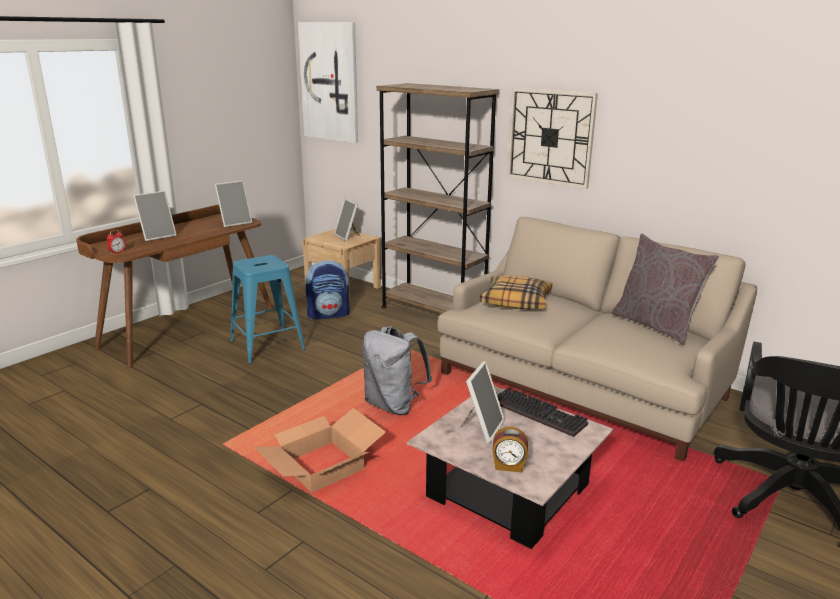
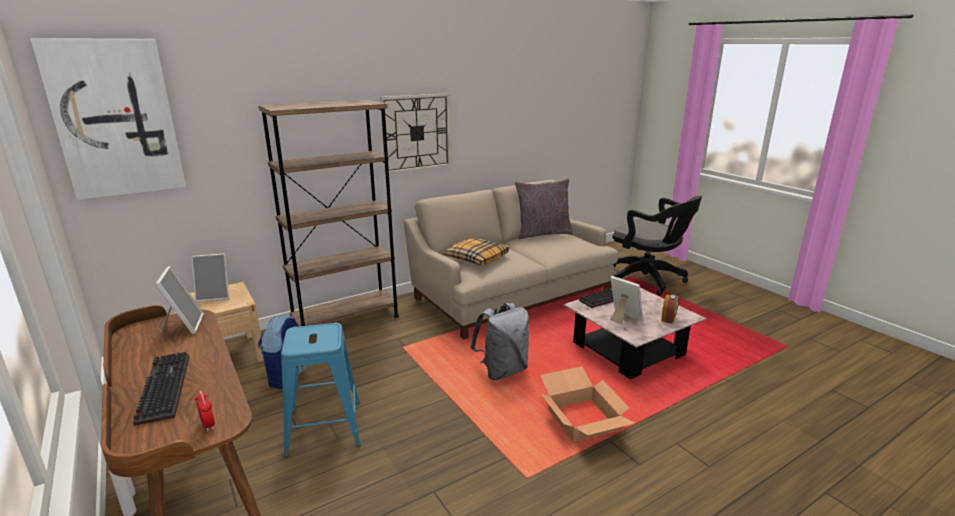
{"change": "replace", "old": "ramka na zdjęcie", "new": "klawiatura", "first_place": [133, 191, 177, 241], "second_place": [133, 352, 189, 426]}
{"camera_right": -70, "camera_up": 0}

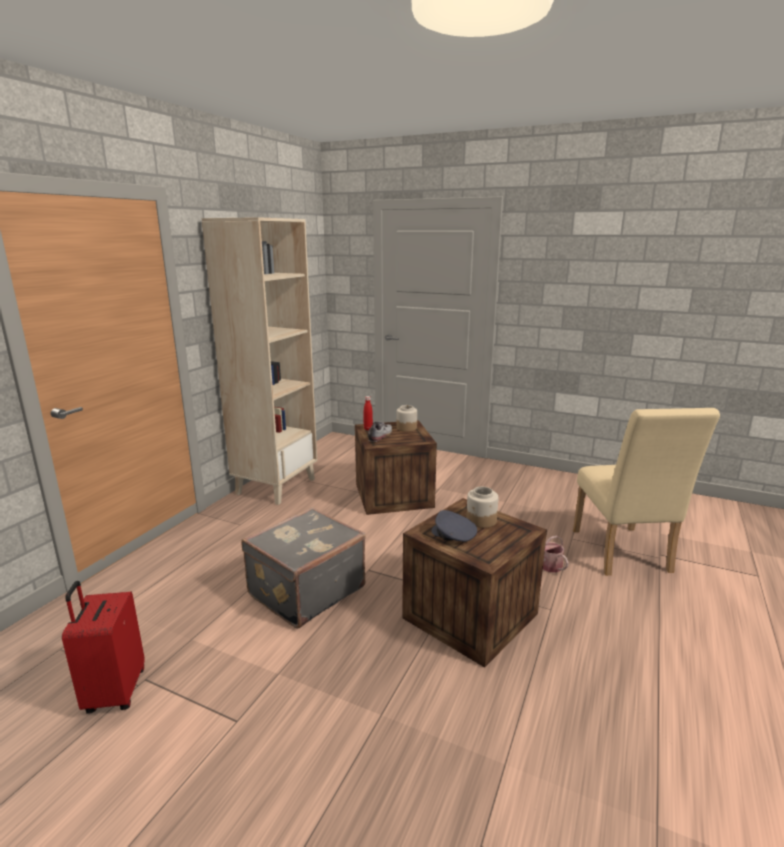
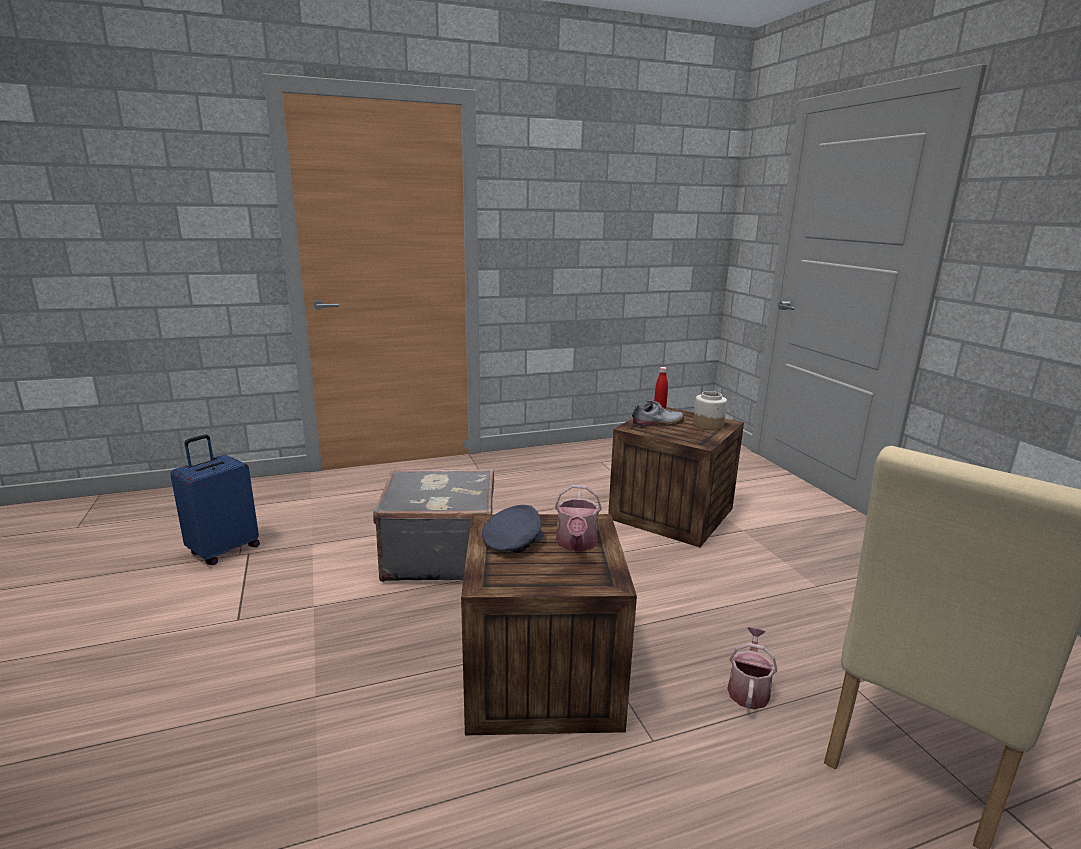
{"change": "recolor", "old": "walizka [czerwony]", "new": "walizka [niebieski]", "first_place": [62, 581, 145, 714], "second_place": [170, 435, 260, 565]}
{"change": "rotate", "old": "czapka z daszkiem [szary]", "first_place": [431, 510, 477, 542], "second_place": [482, 505, 544, 553], "degrees": 45}
{"change": "replace", "old": "słoik", "new": "konewka", "first_place": [466, 487, 498, 528], "second_place": [555, 485, 602, 552]}
{"change": "delete", "old": "regał [beżowy]", "first_place": [202, 217, 317, 505]}
{"camera_right": 45, "camera_up": 0}

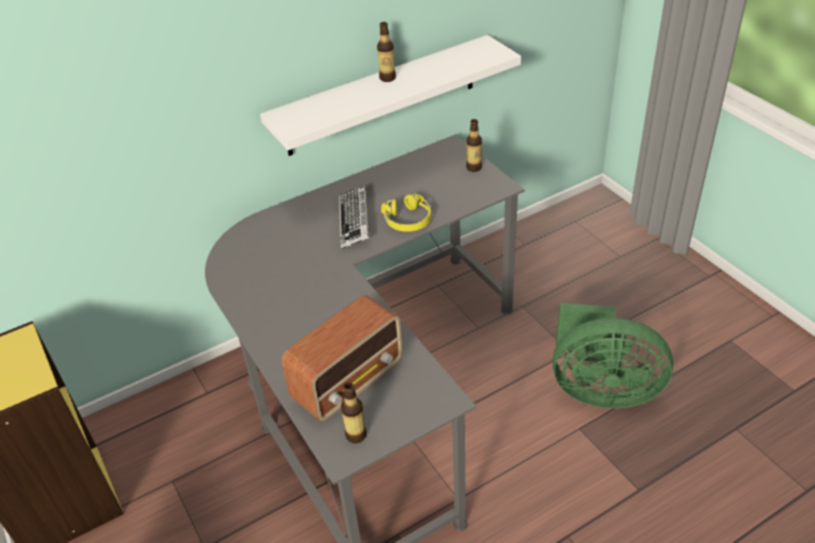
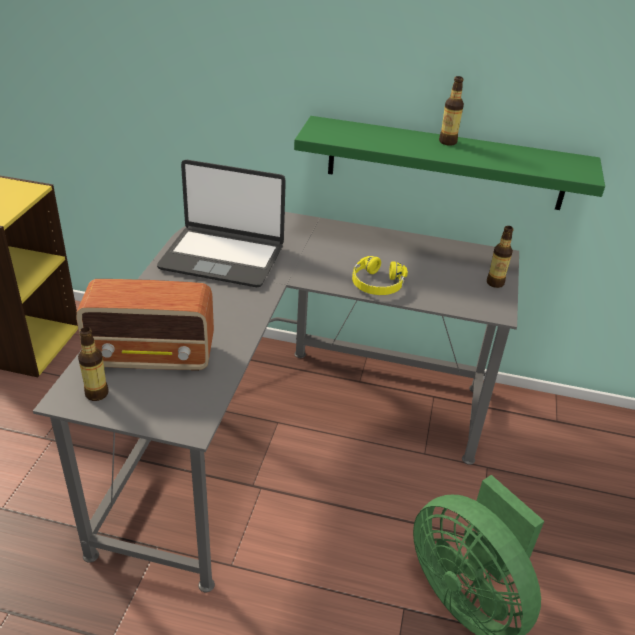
{"change": "insert", "new": "laptop", "second_place": [157, 160, 286, 287]}
{"change": "recolor", "old": "półka [biały]", "new": "półka [zielony]", "first_place": [260, 35, 521, 156], "second_place": [294, 116, 605, 210]}
{"change": "delete", "old": "klawiatura", "first_place": [339, 185, 370, 249]}
{"camera_right": 40, "camera_up": -5}

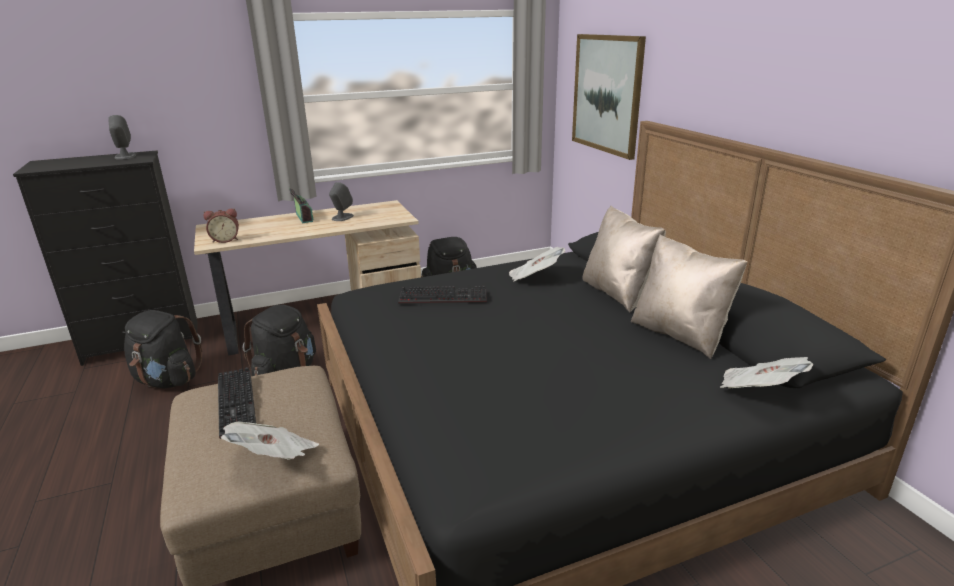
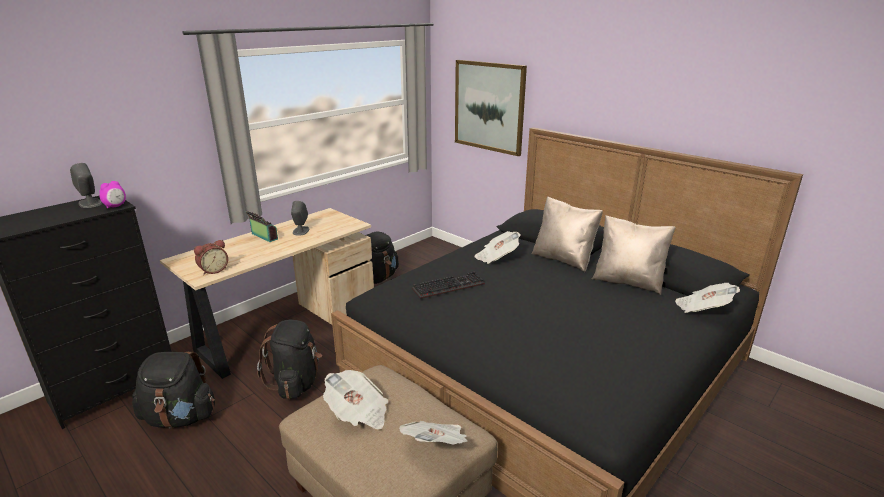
{"change": "insert", "new": "budzik", "second_place": [99, 181, 126, 209]}
{"change": "replace", "old": "klawiatura", "new": "gazeta", "first_place": [218, 367, 256, 439], "second_place": [323, 370, 388, 429]}
{"camera_right": -25, "camera_up": 0}

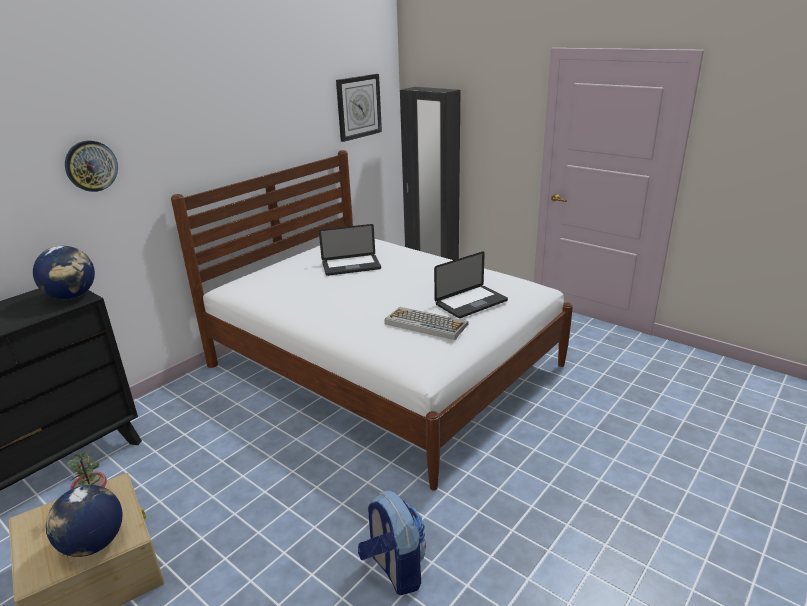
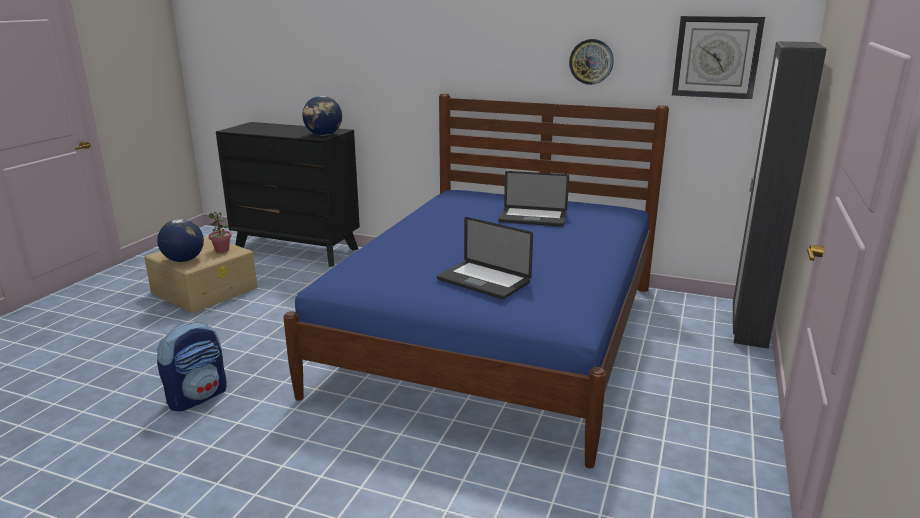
{"change": "recolor", "old": "łóżko [biały]", "new": "łóżko [niebieski]", "first_place": [171, 150, 573, 491], "second_place": [283, 93, 669, 469]}
{"change": "rotate", "old": "laptop", "first_place": [319, 224, 381, 276], "second_place": [498, 171, 569, 226], "degrees": -45}
{"change": "move", "old": "zegar ścienny", "first_place": [65, 140, 118, 192], "second_place": [569, 39, 614, 85]}
{"change": "delete", "old": "klawiatura", "first_place": [385, 307, 469, 340]}
{"camera_right": 70, "camera_up": -5}

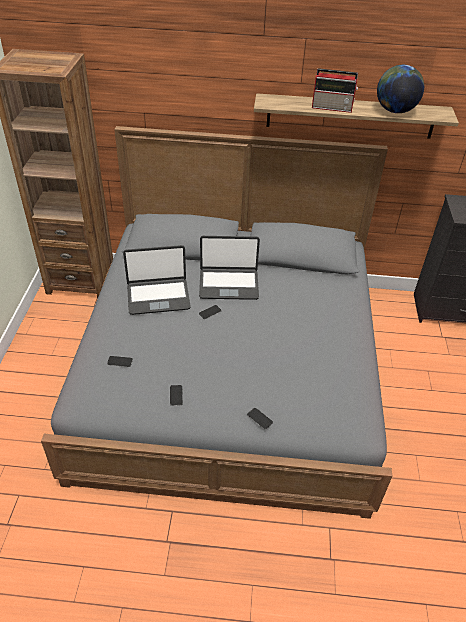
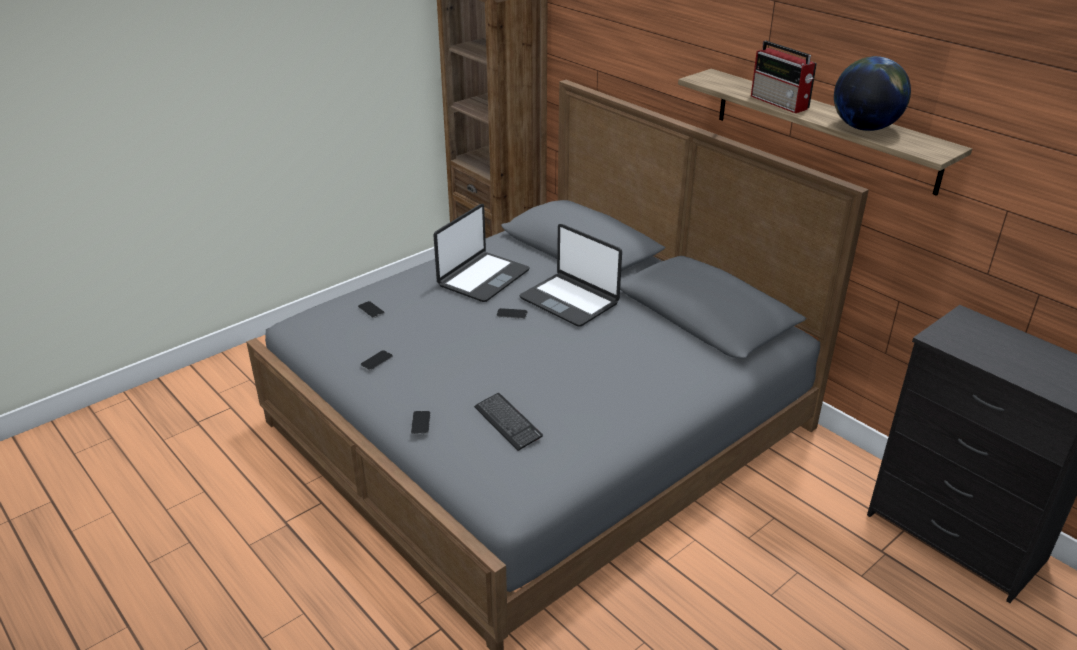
{"change": "rotate", "old": "laptop", "first_place": [123, 245, 191, 315], "second_place": [433, 204, 530, 302], "degrees": -90}
{"change": "insert", "new": "klawiatura", "second_place": [474, 393, 543, 451]}
{"camera_right": 45, "camera_up": -10}

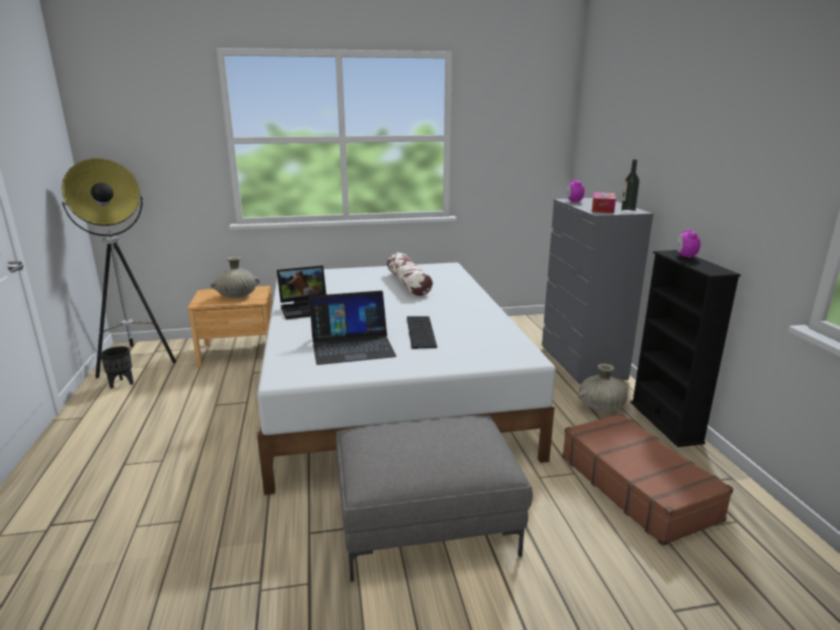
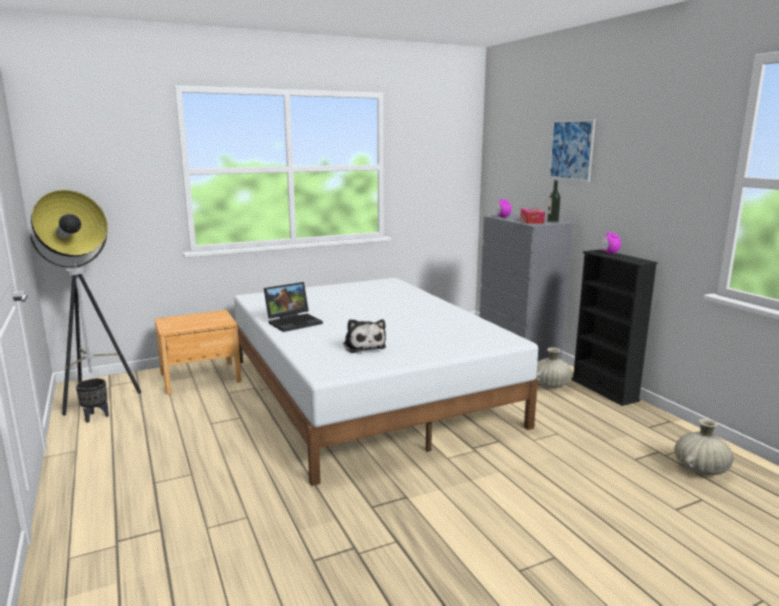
{"change": "replace", "old": "laptop", "new": "pluszak", "first_place": [309, 291, 396, 365], "second_place": [343, 319, 386, 353]}
{"change": "insert", "new": "obraz", "second_place": [548, 119, 595, 182]}
{"change": "move", "old": "wazon [beżowy]", "first_place": [211, 257, 260, 298], "second_place": [674, 419, 733, 475]}
{"change": "delete", "old": "pufa [szary]", "first_place": [336, 415, 533, 582]}
{"change": "delete", "old": "poduszka", "first_place": [387, 253, 433, 296]}
{"change": "delete", "old": "klawiatura", "first_place": [407, 316, 437, 349]}
{"change": "delete", "old": "walizka [brązowy]", "first_place": [562, 413, 734, 546]}
{"camera_right": -15, "camera_up": -5}

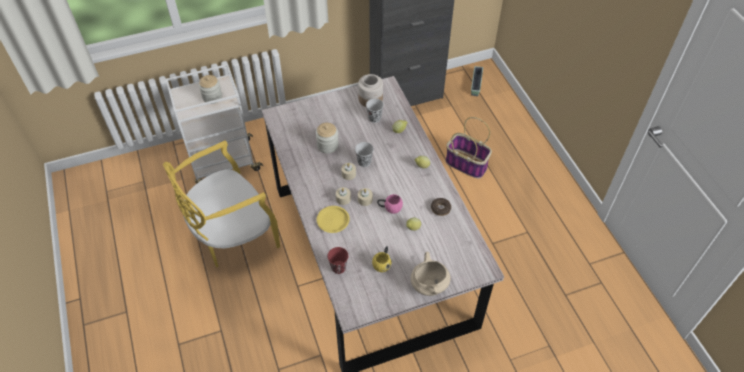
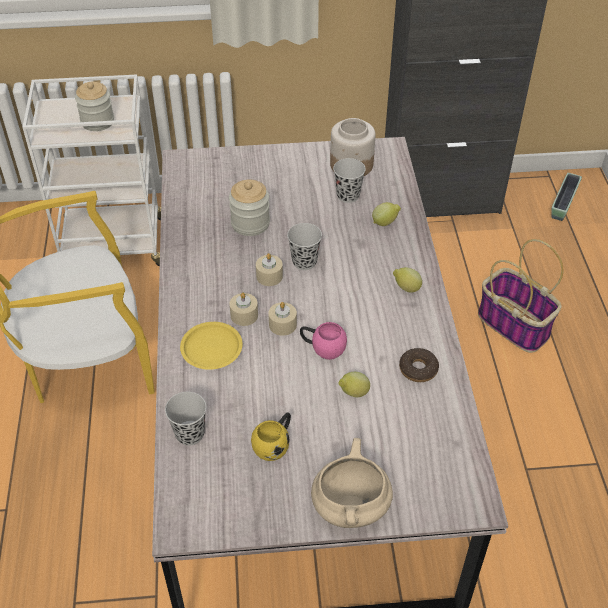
{"change": "recolor", "old": "filiżanka [czerwony]", "new": "filiżanka [czarny]", "first_place": [327, 247, 349, 274], "second_place": [165, 392, 206, 446]}
{"camera_right": 15, "camera_up": -5}

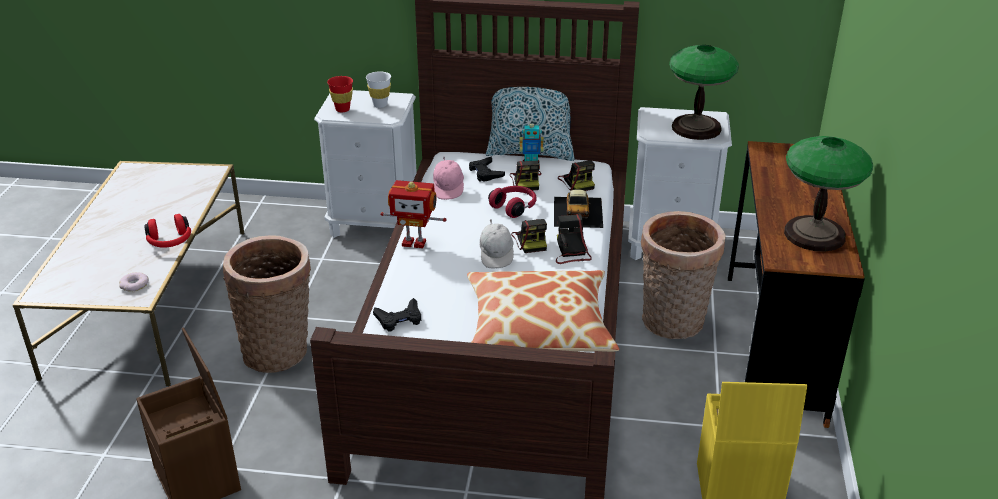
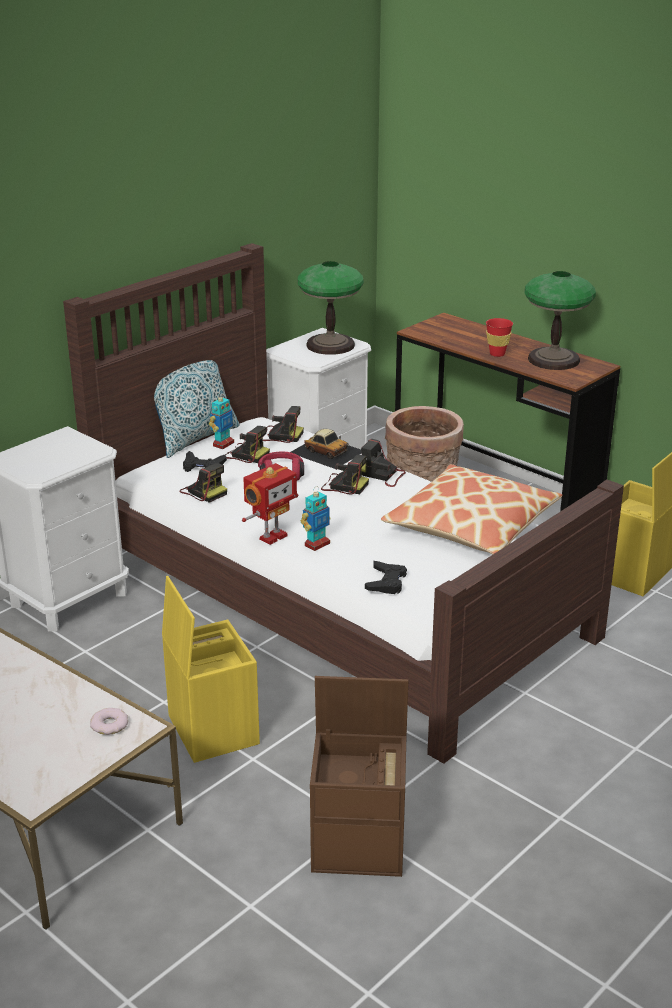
{"change": "replace", "old": "koszyk", "new": "pojemnik do przechowywania [żółty]", "first_place": [223, 236, 311, 373], "second_place": [162, 576, 260, 763]}
{"change": "replace", "old": "czapka z daszkiem [różowy]", "new": "aparat fotograficzny", "first_place": [433, 157, 464, 200], "second_place": [180, 463, 227, 503]}
{"change": "insert", "new": "robot zabawkowy", "second_place": [301, 486, 331, 551]}
{"change": "move", "old": "filiżanka [czerwony]", "first_place": [327, 76, 353, 112], "second_place": [486, 318, 513, 357]}
{"change": "delete", "old": "słuchawki [czerwony]", "first_place": [144, 214, 191, 247]}
{"change": "delete", "old": "filiżanka [biały]", "first_place": [366, 71, 391, 108]}
{"change": "delete", "old": "czapka z daszkiem [biały]", "first_place": [480, 220, 514, 269]}
{"camera_right": -55, "camera_up": -5}

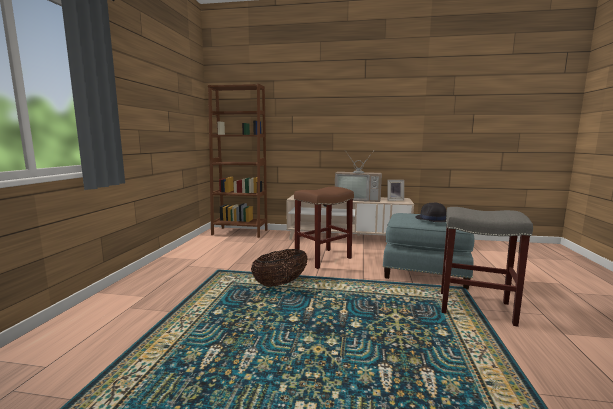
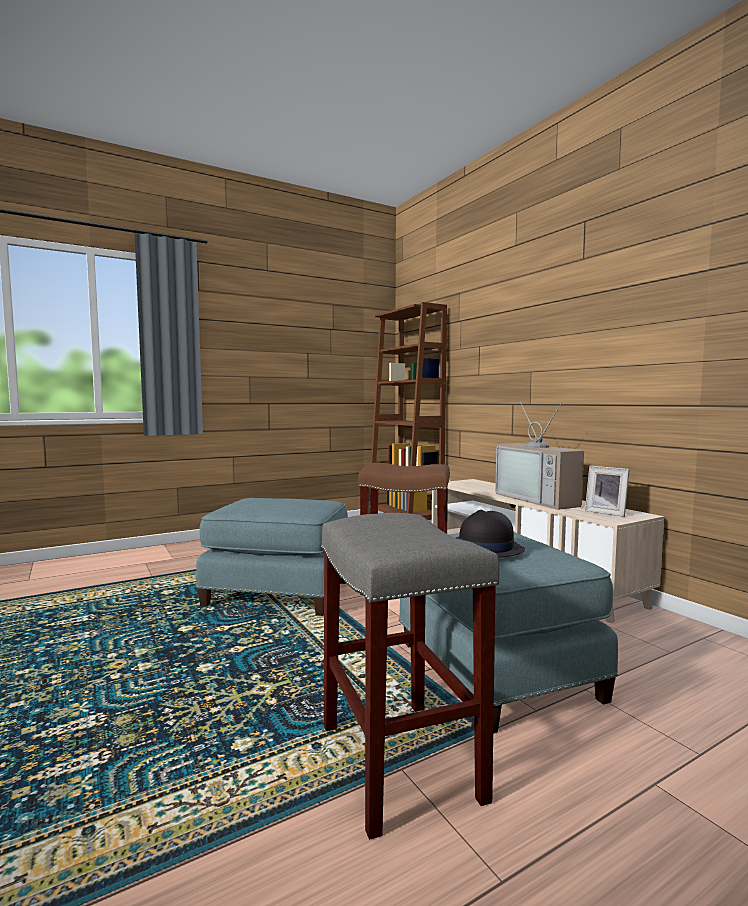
{"change": "replace", "old": "koszyk", "new": "pufa [niebieski]", "first_place": [251, 249, 308, 287], "second_place": [196, 498, 348, 616]}
{"camera_right": 50, "camera_up": -5}

